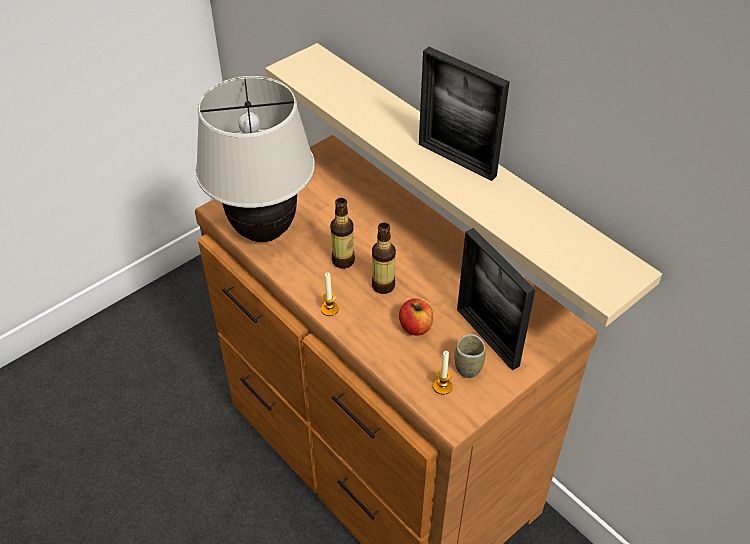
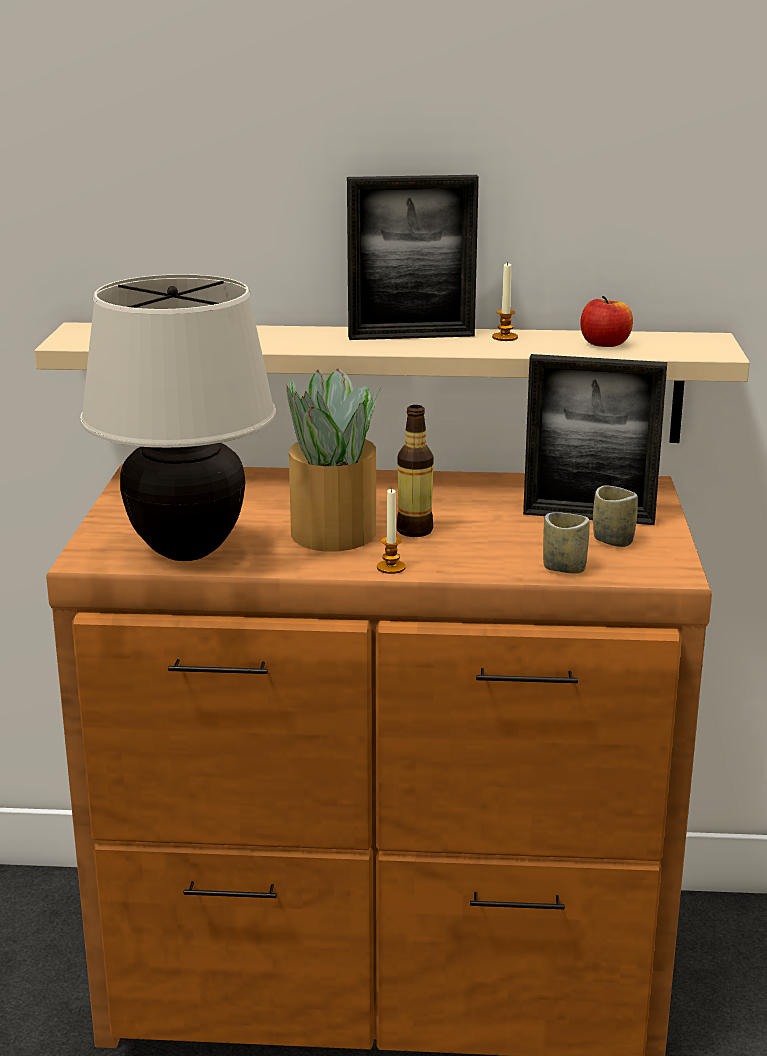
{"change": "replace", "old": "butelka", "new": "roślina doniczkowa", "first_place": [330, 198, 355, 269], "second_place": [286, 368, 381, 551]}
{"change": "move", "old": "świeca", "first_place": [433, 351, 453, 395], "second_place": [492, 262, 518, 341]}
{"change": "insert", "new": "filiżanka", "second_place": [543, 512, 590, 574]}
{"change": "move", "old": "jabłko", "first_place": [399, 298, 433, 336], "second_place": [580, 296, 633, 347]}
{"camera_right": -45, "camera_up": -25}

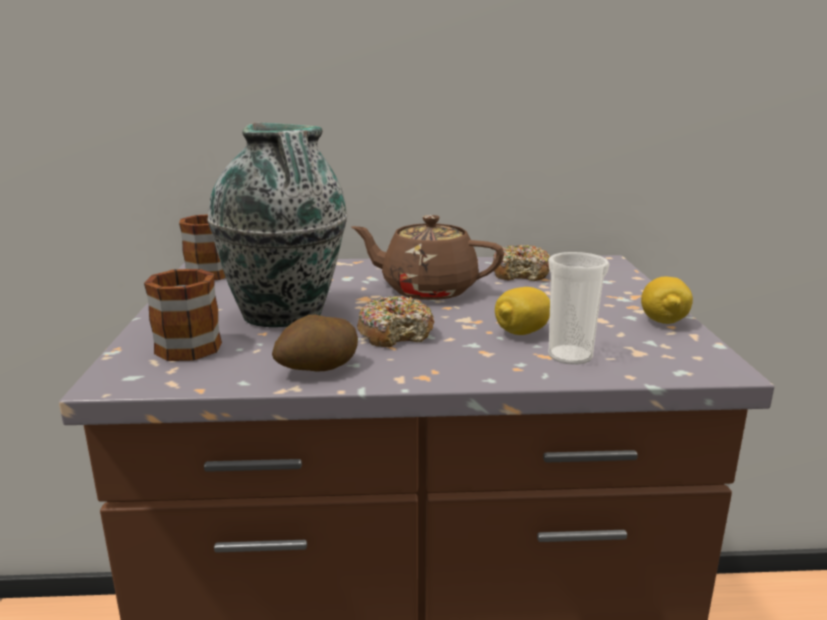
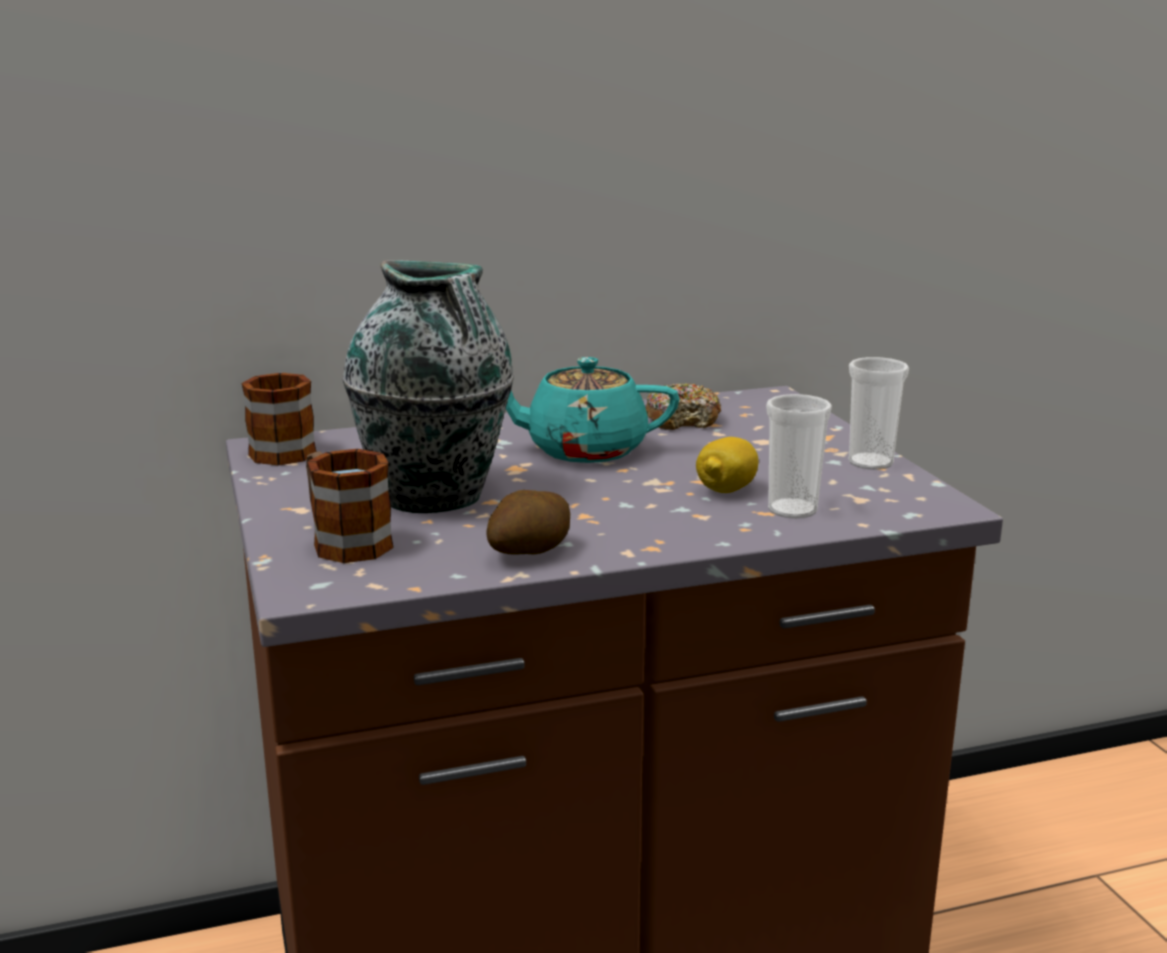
{"change": "recolor", "old": "imbryk [brązowy]", "new": "imbryk [turkusowy]", "first_place": [352, 215, 504, 300], "second_place": [506, 357, 680, 463]}
{"change": "replace", "old": "cytryna", "new": "filiżanka", "first_place": [641, 277, 693, 324], "second_place": [848, 357, 909, 470]}
{"change": "delete", "old": "donut", "first_place": [357, 296, 434, 347]}
{"camera_right": -15, "camera_up": 0}

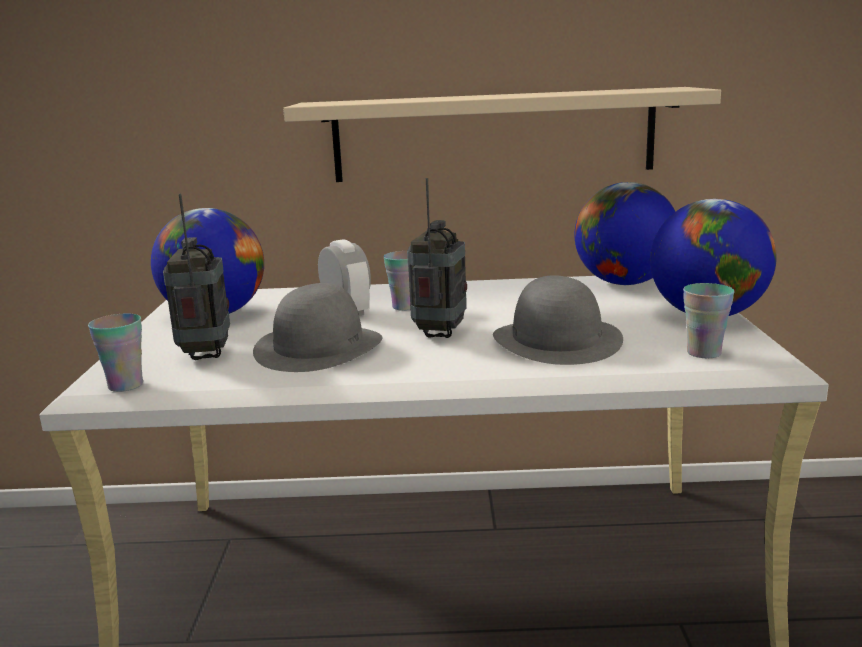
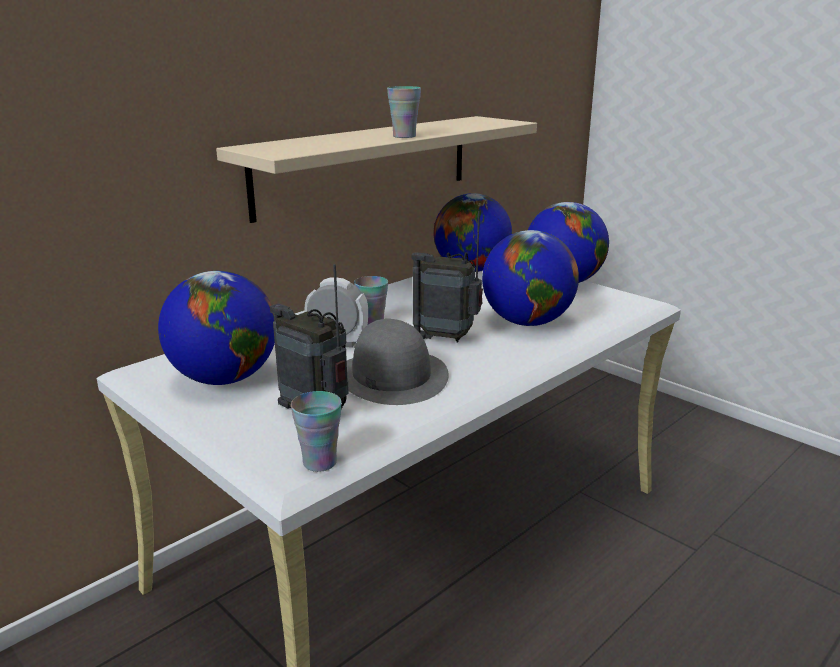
{"change": "move", "old": "filiżanka", "first_place": [683, 283, 735, 358], "second_place": [387, 86, 421, 138]}
{"change": "rotate", "old": "radio", "first_place": [407, 178, 467, 338], "second_place": [411, 211, 483, 343], "degrees": -45}
{"change": "replace", "old": "kapelusz [szary]", "new": "globus", "first_place": [493, 275, 623, 365], "second_place": [482, 230, 579, 326]}
{"camera_right": -45, "camera_up": 5}

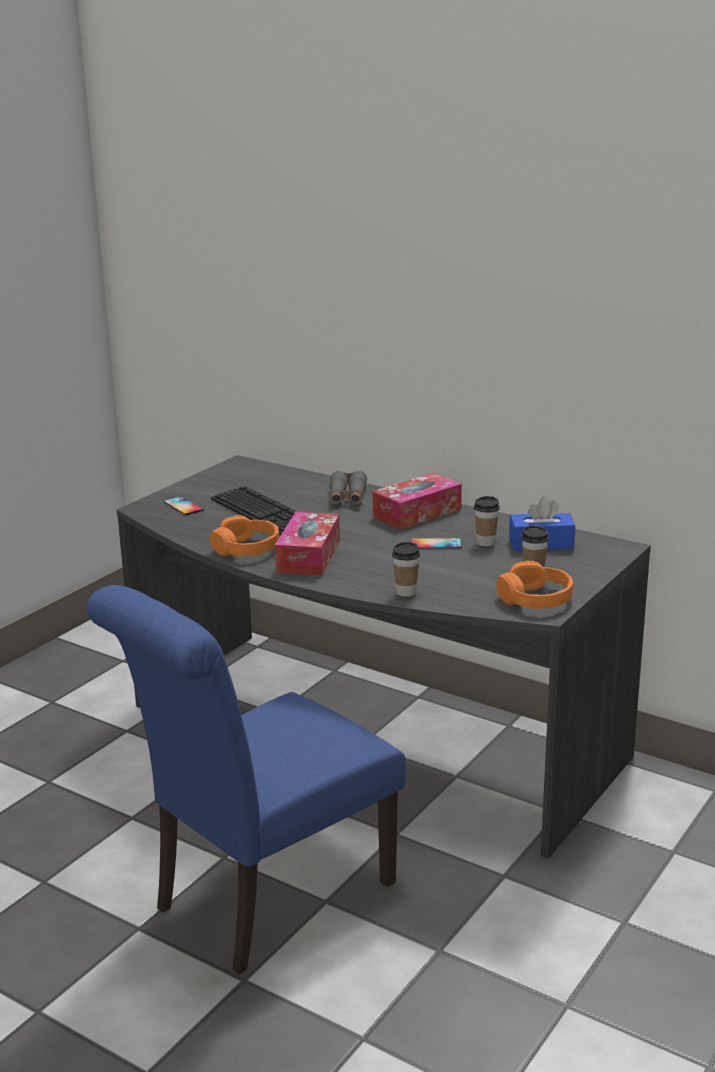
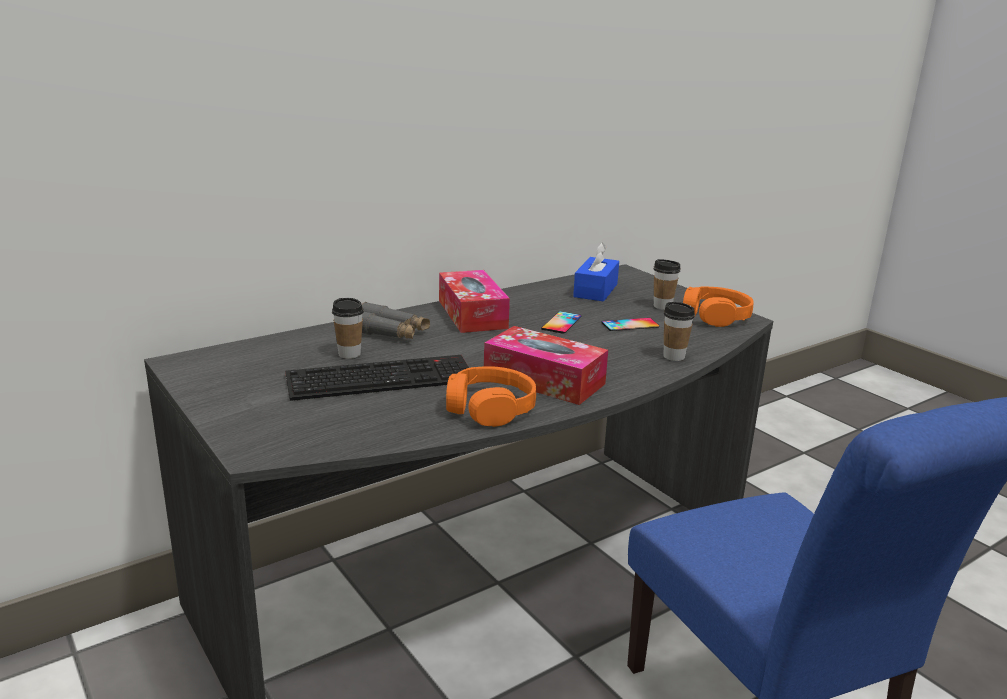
{"change": "move", "old": "filiżanka", "first_place": [474, 496, 500, 546], "second_place": [332, 298, 364, 359]}
{"change": "move", "old": "telefon", "first_place": [163, 496, 203, 515], "second_place": [602, 318, 659, 331]}
{"camera_right": -70, "camera_up": 0}

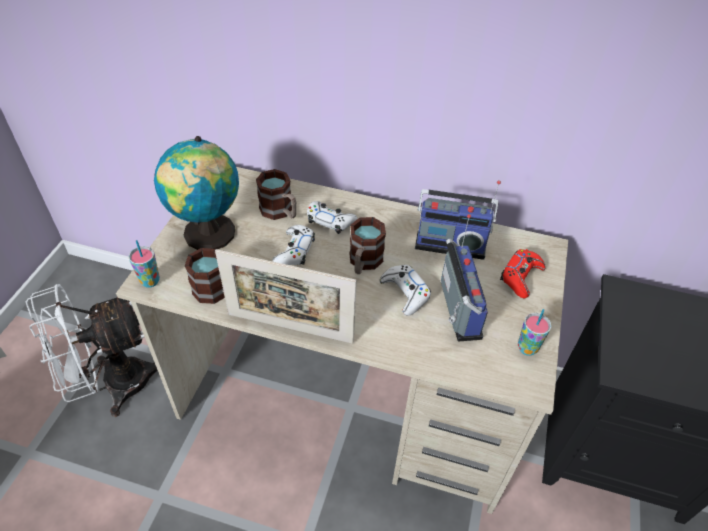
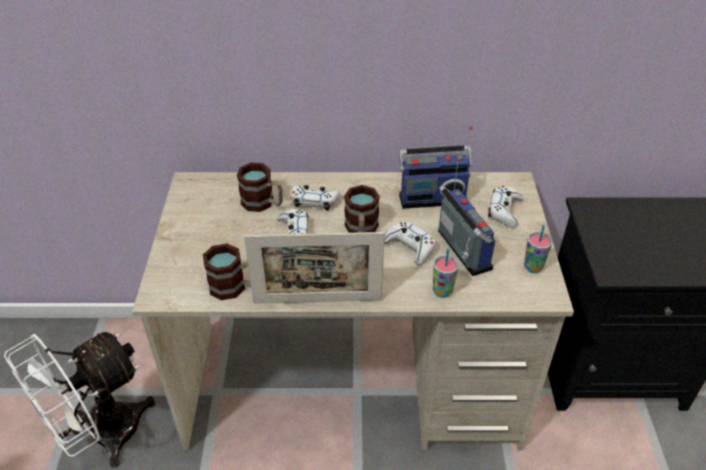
{"change": "move", "old": "filiżanka", "first_place": [129, 240, 160, 288], "second_place": [433, 249, 459, 298]}
{"change": "recolor", "old": "pad do gier [czerwony]", "new": "pad do gier [biały]", "first_place": [500, 249, 546, 298], "second_place": [488, 186, 523, 228]}
{"change": "delete", "old": "globus", "first_place": [154, 136, 239, 250]}
{"camera_right": -15, "camera_up": -5}

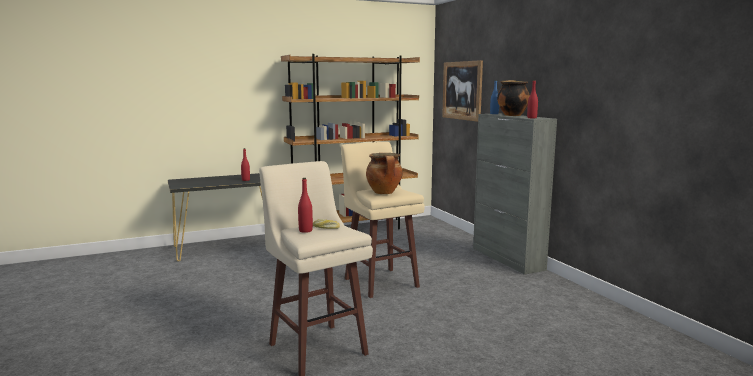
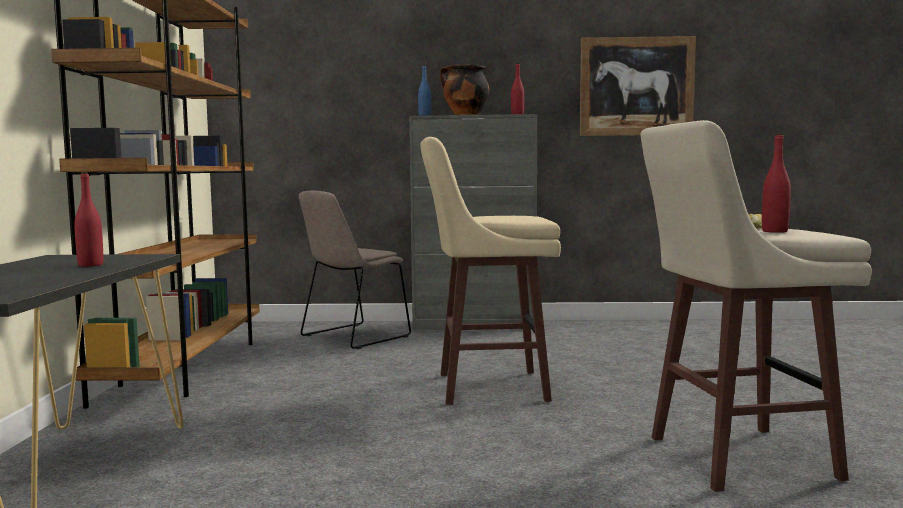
{"change": "insert", "new": "krzesło [beżowy]", "second_place": [299, 190, 411, 349]}
{"change": "move", "old": "obraz", "first_place": [442, 60, 483, 122], "second_place": [580, 36, 696, 136]}
{"change": "delete", "old": "garnek", "first_place": [366, 153, 403, 194]}
{"camera_right": -65, "camera_up": -5}

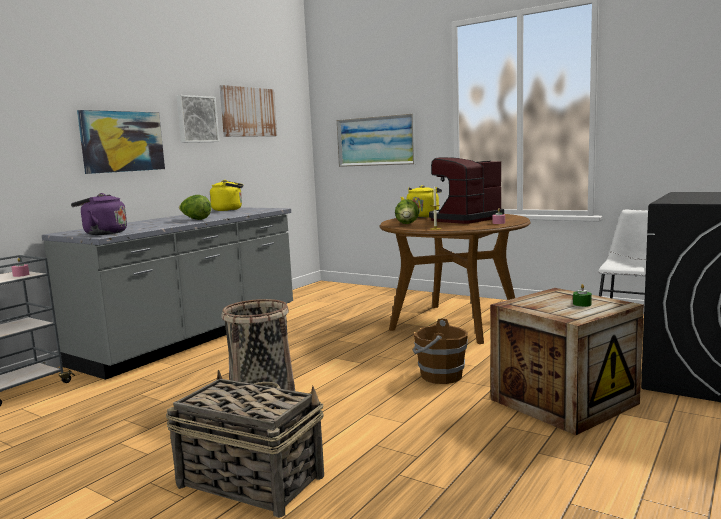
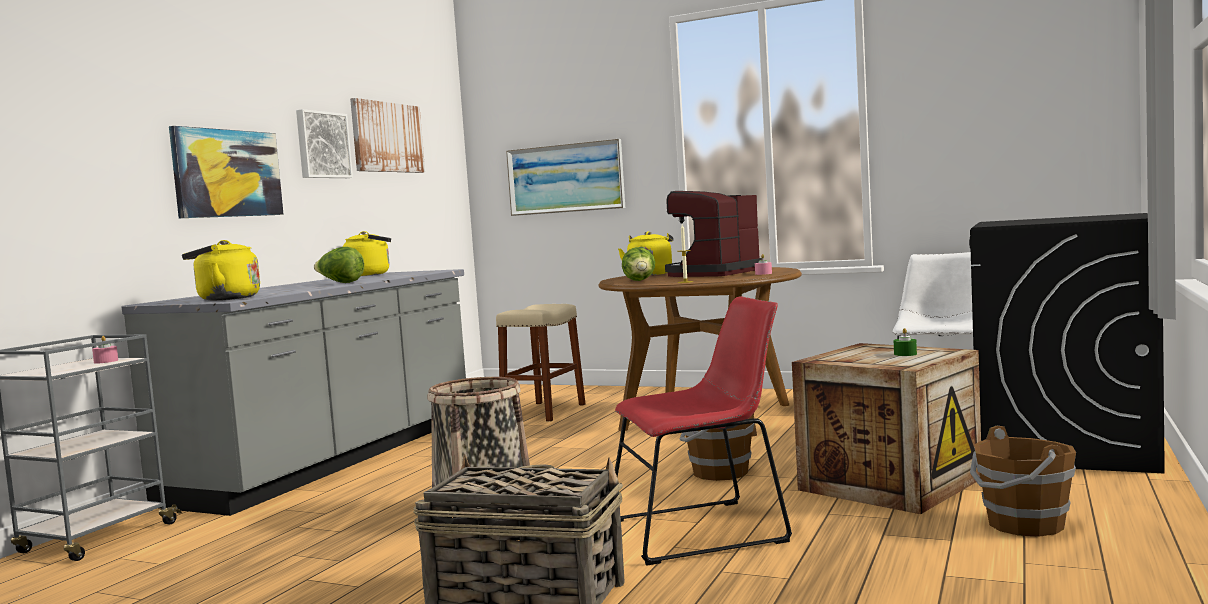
{"change": "recolor", "old": "czajnik [fioletowy]", "new": "czajnik [żółty]", "first_place": [71, 193, 127, 235], "second_place": [182, 240, 260, 300]}
{"change": "insert", "new": "stołek [beżowy]", "second_place": [496, 304, 585, 422]}
{"change": "insert", "new": "krzesło [czerwony]", "second_place": [615, 296, 792, 566]}
{"change": "insert", "new": "wiadro [brązowy]", "second_place": [970, 426, 1076, 537]}
{"camera_right": -10, "camera_up": -5}

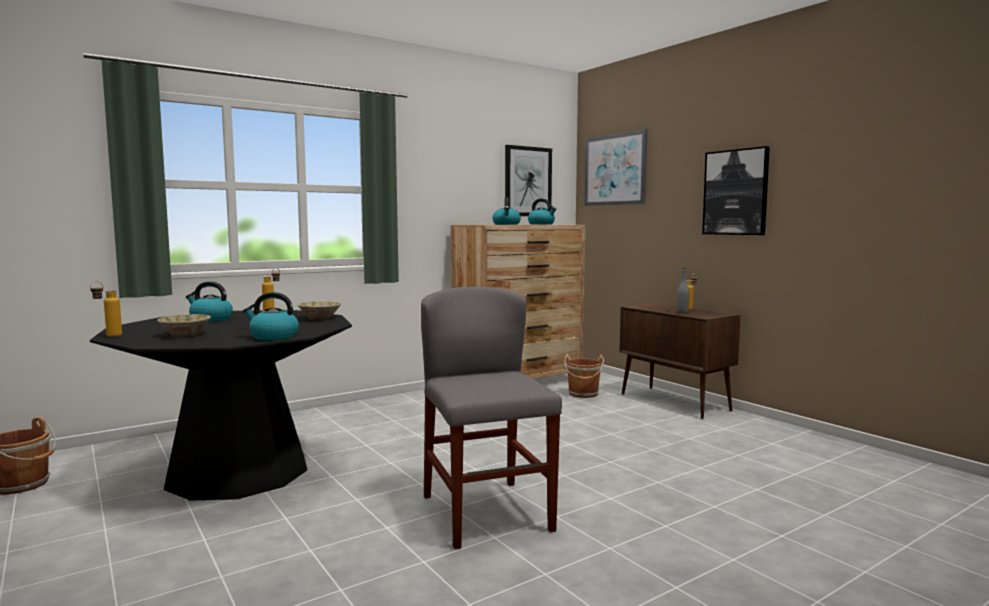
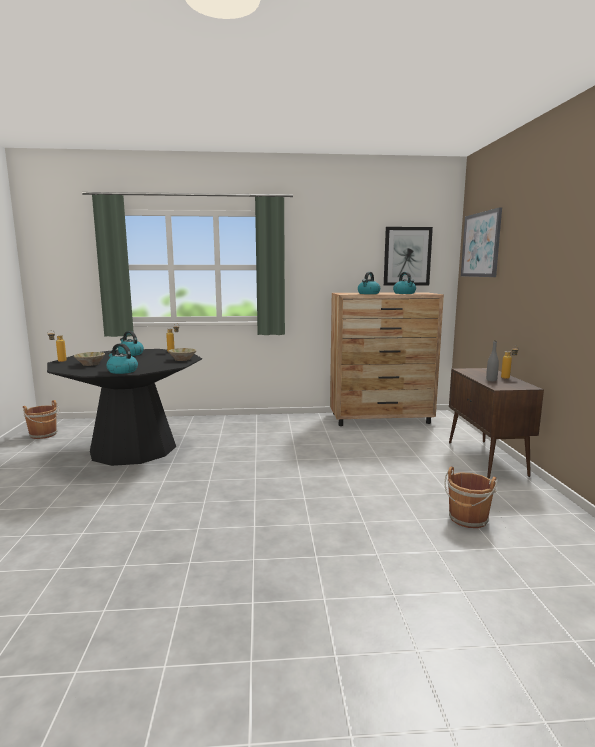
{"change": "move", "old": "wiadro [brązowy]", "first_place": [564, 354, 604, 398], "second_place": [444, 467, 497, 528]}
{"change": "delete", "old": "krzesło [szary]", "first_place": [421, 287, 562, 549]}
{"change": "delete", "old": "obraz", "first_place": [702, 146, 770, 235]}
{"camera_right": 30, "camera_up": 5}

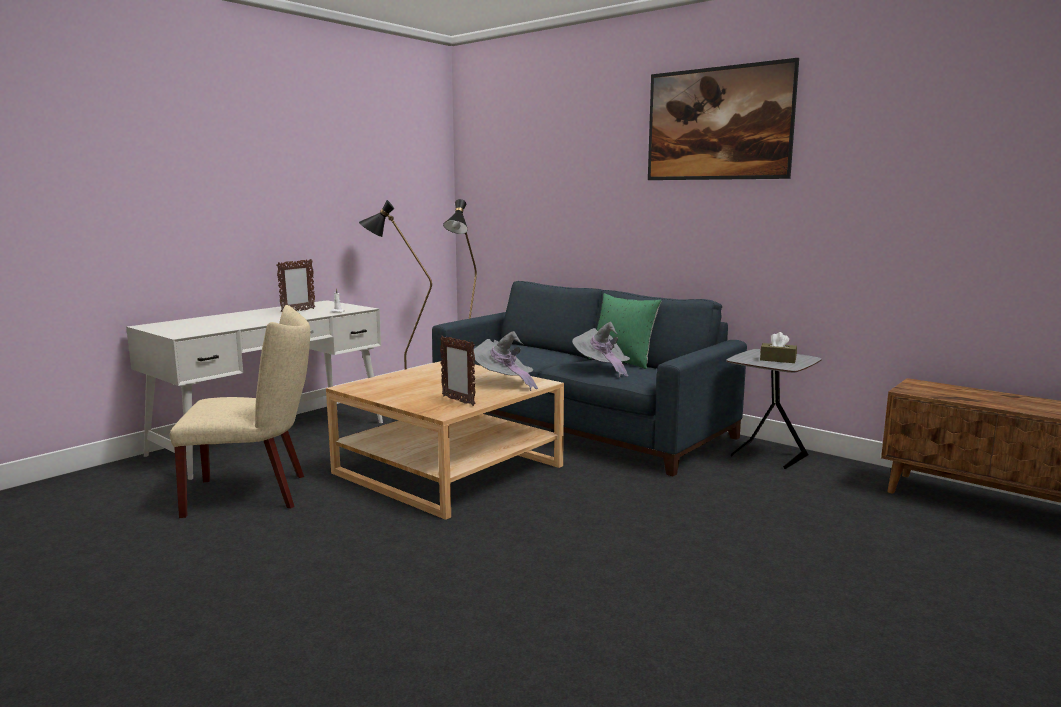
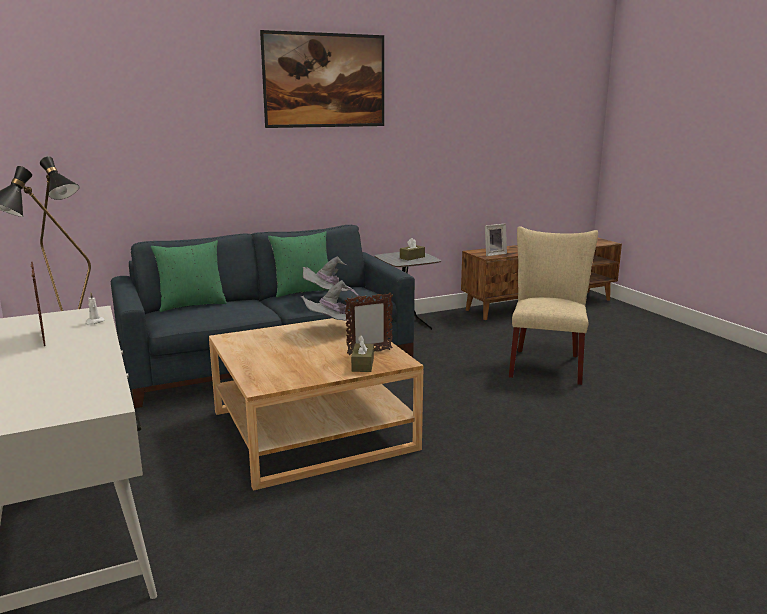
{"change": "insert", "new": "poduszka [zielony]", "second_place": [151, 240, 227, 312]}
{"change": "insert", "new": "pudełko chusteczek [brązowy]", "second_place": [351, 335, 374, 372]}
{"change": "insert", "new": "ramka na zdjęcie", "second_place": [485, 224, 507, 256]}
{"change": "move", "old": "krzesło [beżowy]", "first_place": [170, 305, 311, 518], "second_place": [509, 226, 598, 385]}
{"camera_right": -65, "camera_up": 5}

